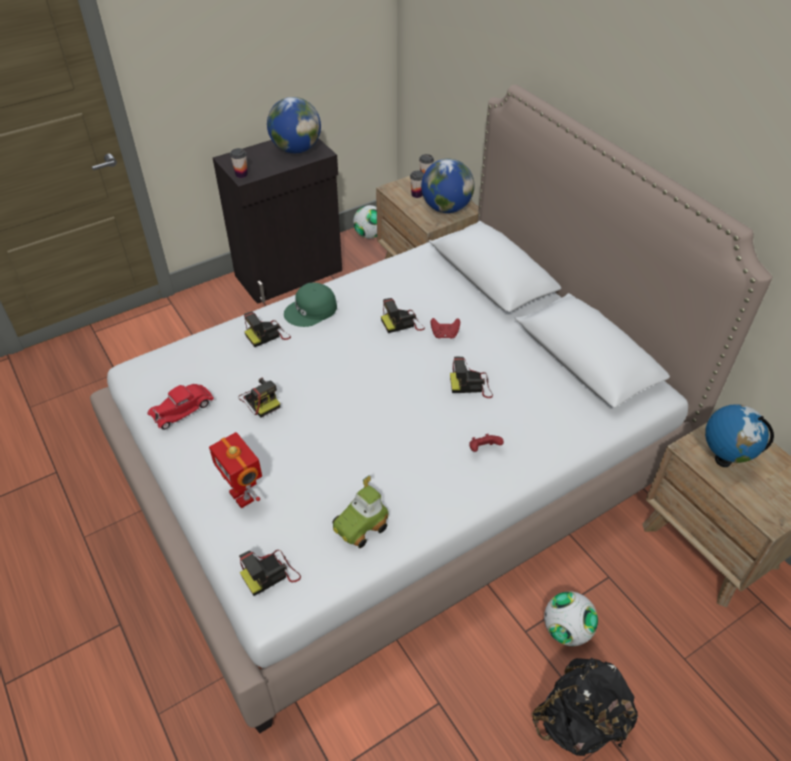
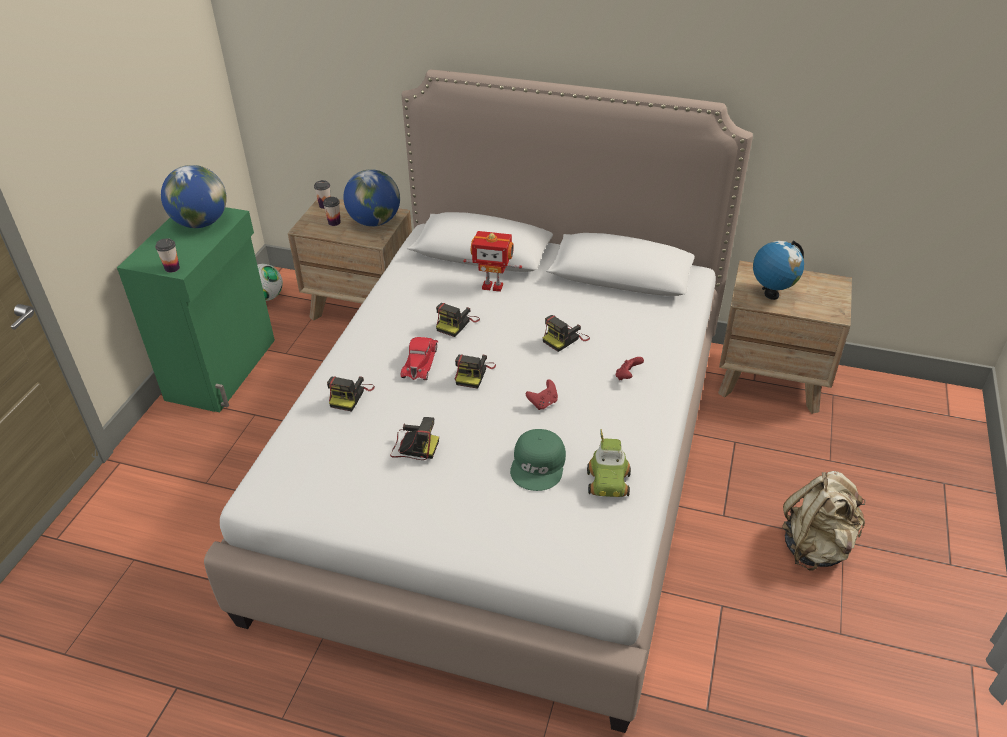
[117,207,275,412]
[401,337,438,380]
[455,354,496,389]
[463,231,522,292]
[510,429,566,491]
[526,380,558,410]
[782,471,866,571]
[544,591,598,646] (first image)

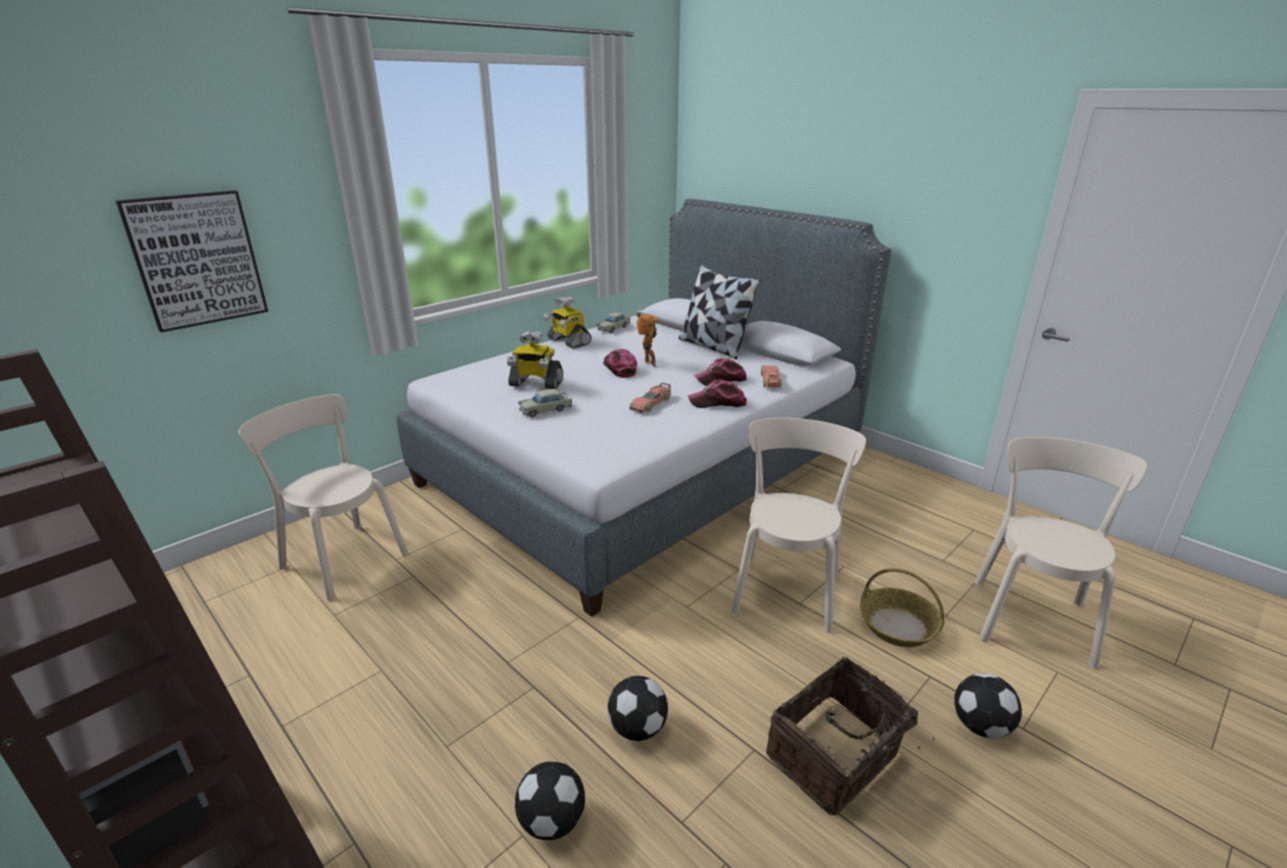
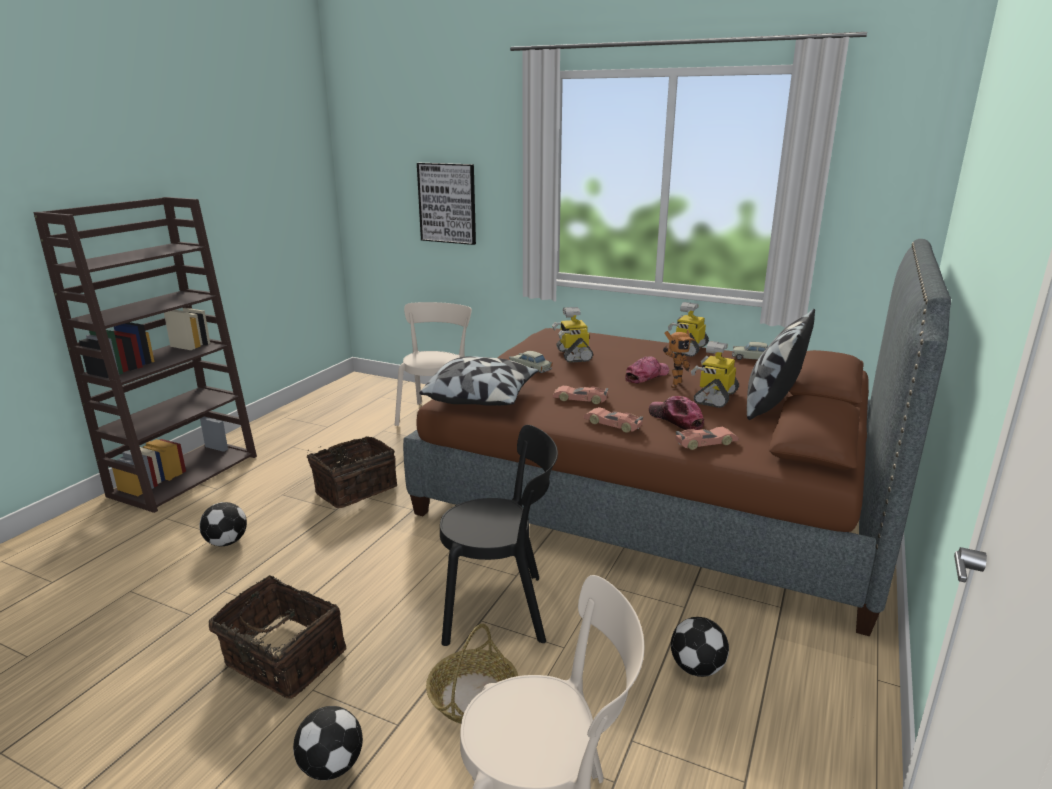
[307,436,397,508]
[403,239,951,636]
[419,356,539,406]
[440,425,558,646]
[584,407,643,433]
[671,617,729,677]
[691,341,739,408]

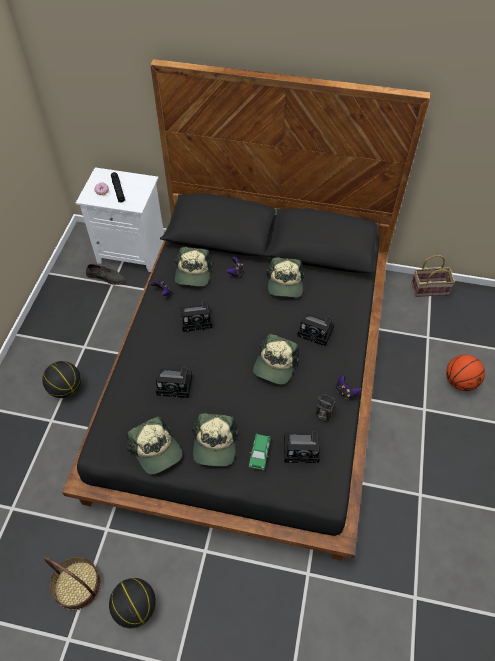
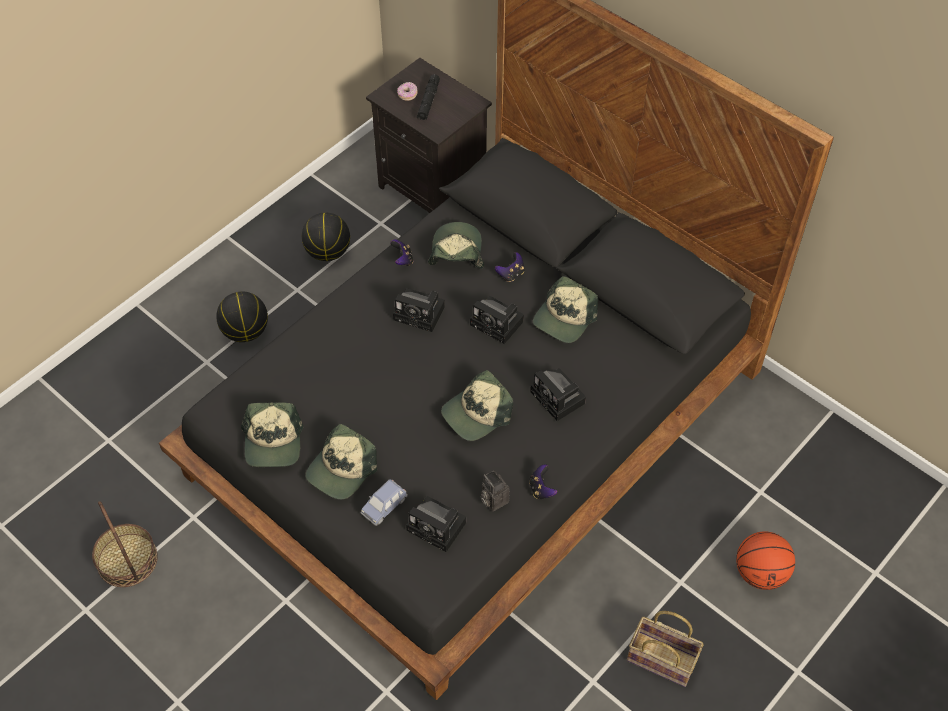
[302,213,350,261]
[361,479,408,526]
[366,58,492,213]
[428,222,484,269]
[470,296,524,344]
[627,611,704,687]
[86,264,126,285] (first image)

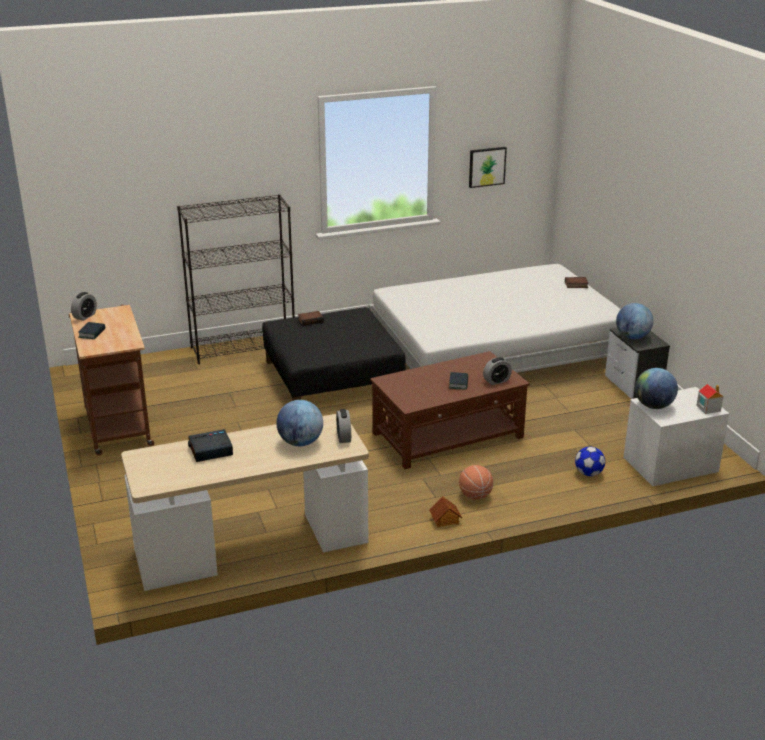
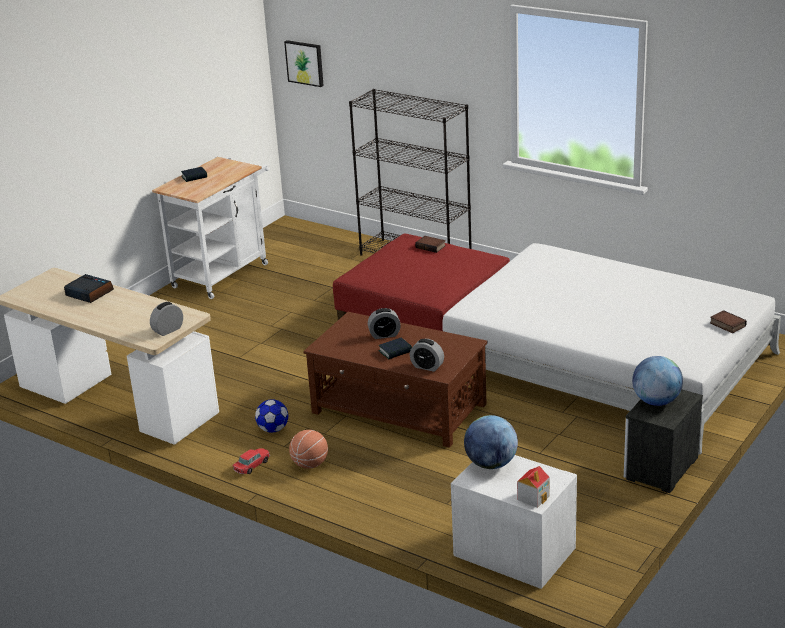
[152,157,269,299]
[232,448,270,474]
[255,399,288,432]
[284,40,324,87]
[333,233,510,331]
[368,308,401,339]
[276,400,323,446] (first image)

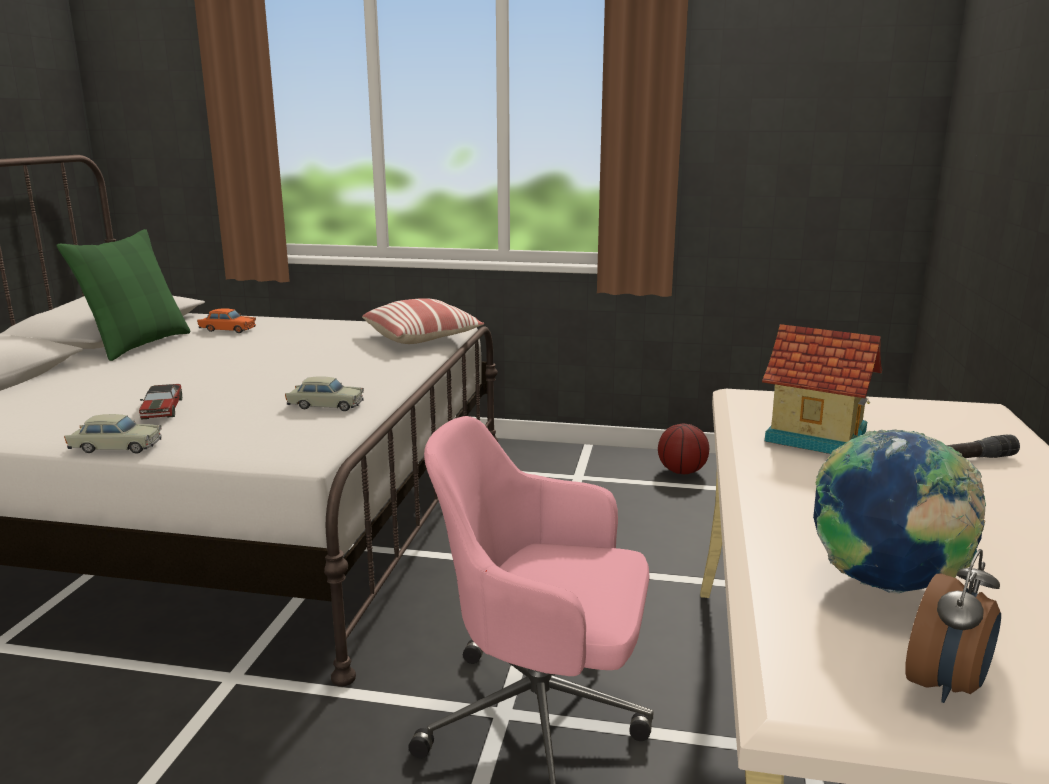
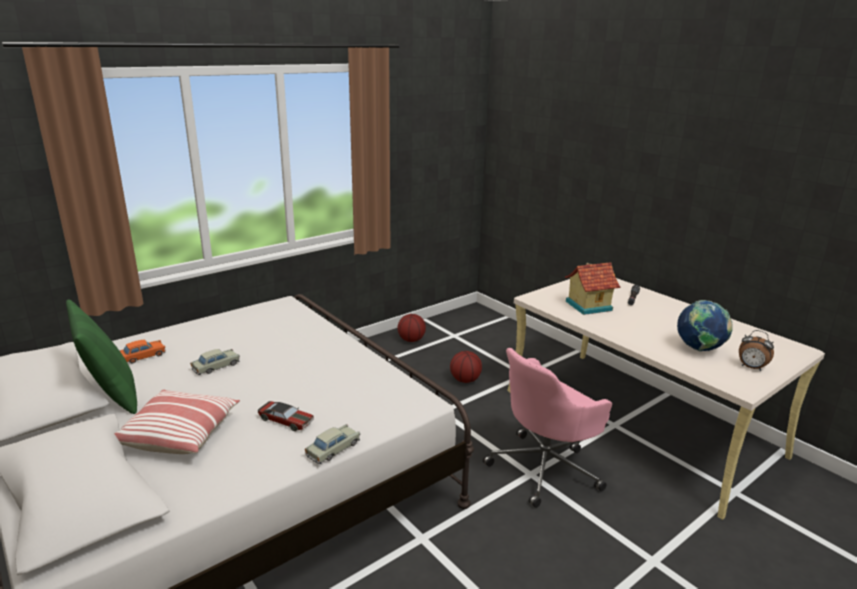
[114,390,240,454]
[190,349,240,375]
[450,351,482,383]
[739,330,774,371]

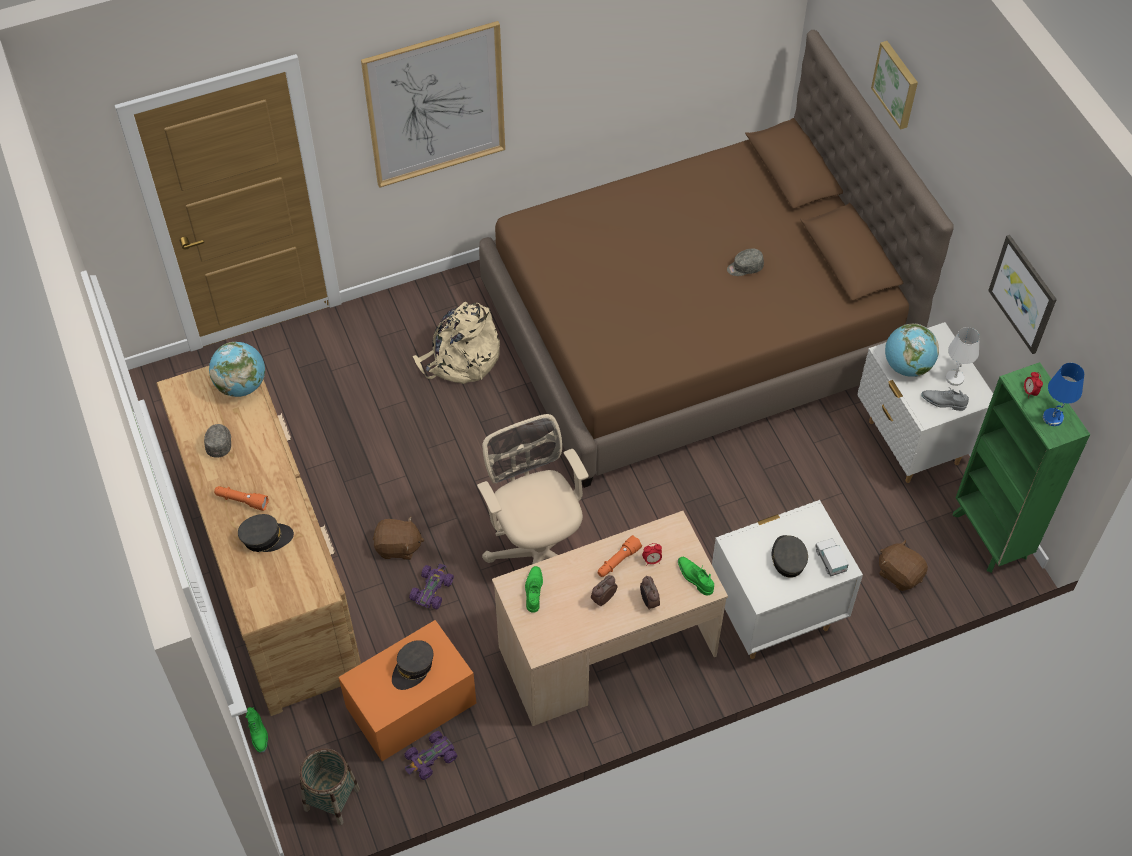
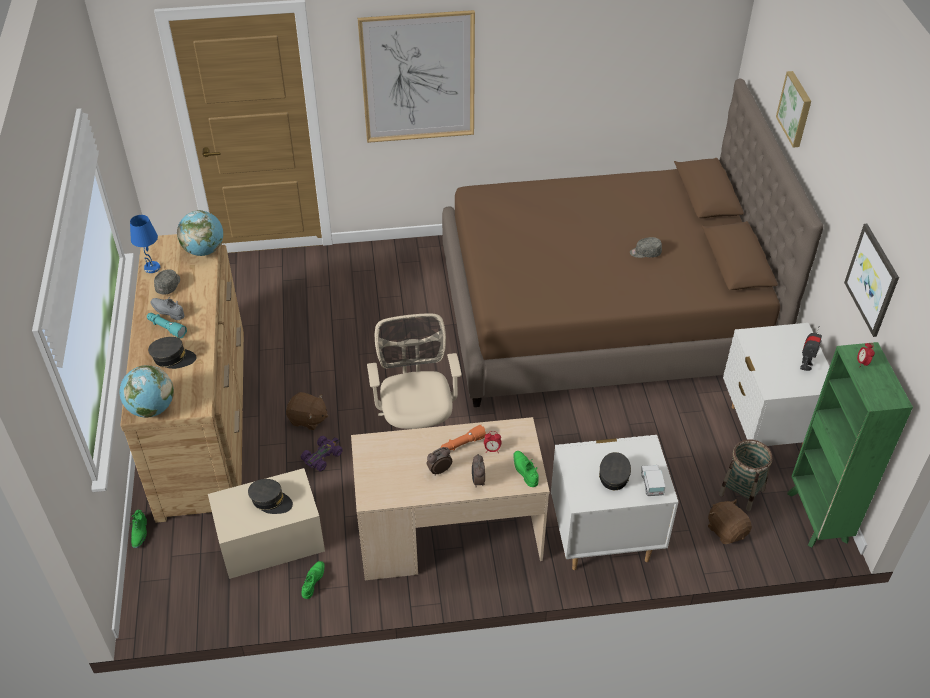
[120,365,174,418]
[130,215,160,273]
[147,313,187,338]
[150,297,185,320]
[208,468,325,579]
[248,479,293,514]
[302,561,325,599]
[719,440,773,511]
[800,326,822,371]
[405,731,457,780] (first image)
[413,302,500,384] (first image)

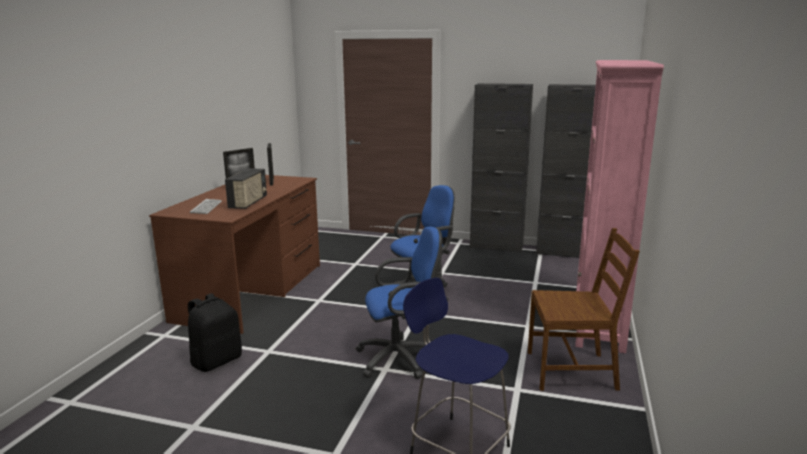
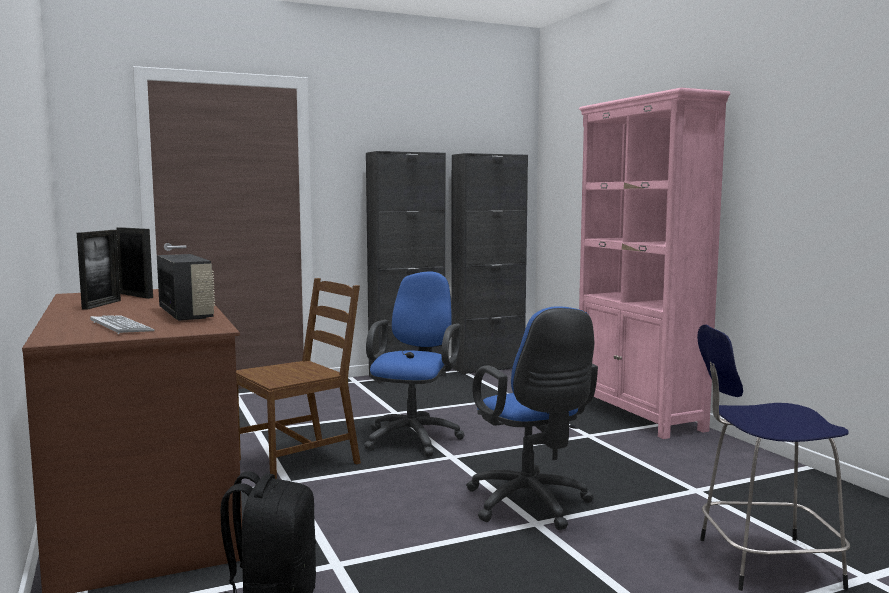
[236,278,361,479]
[466,306,598,530]

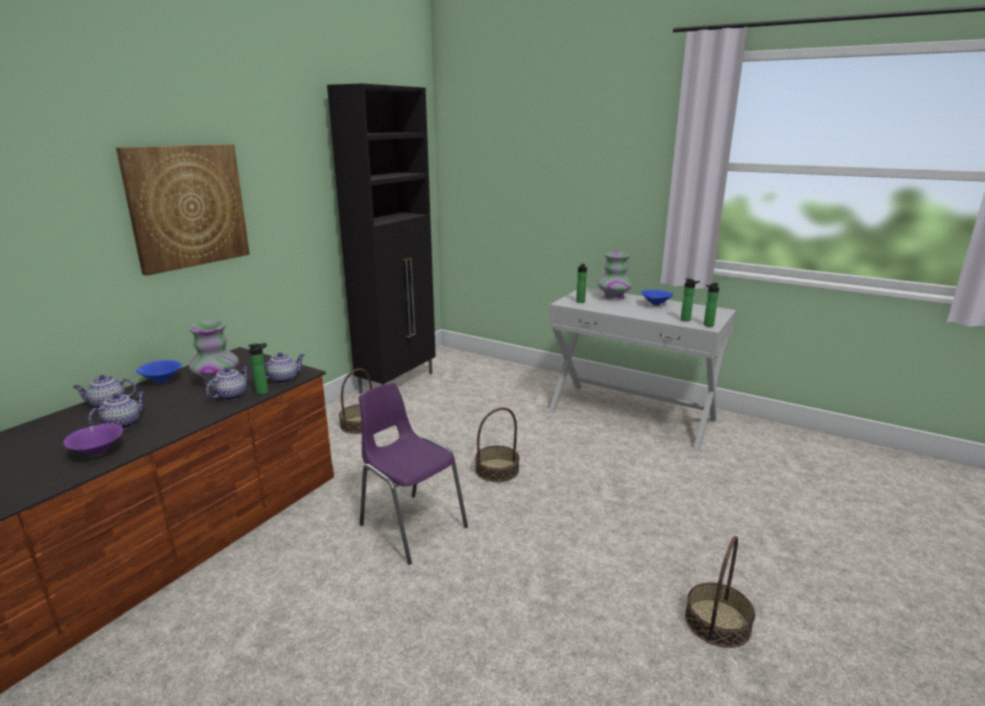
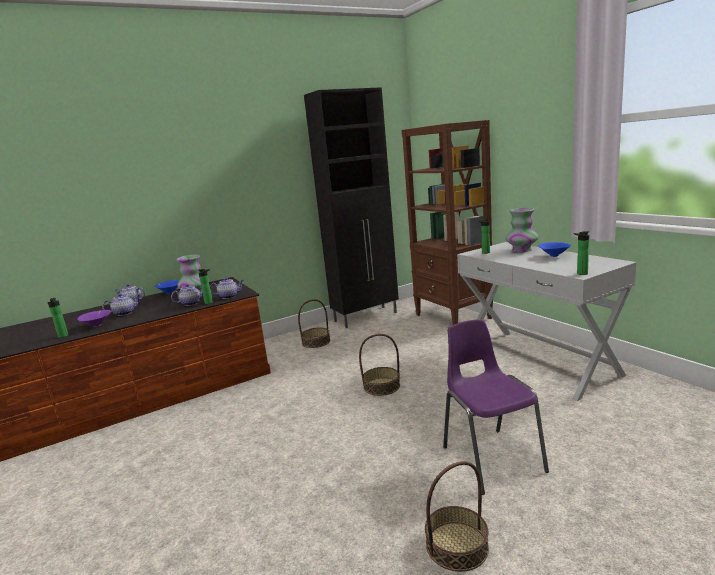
[47,298,68,338]
[402,120,493,325]
[443,319,549,495]
[116,144,250,276] (first image)

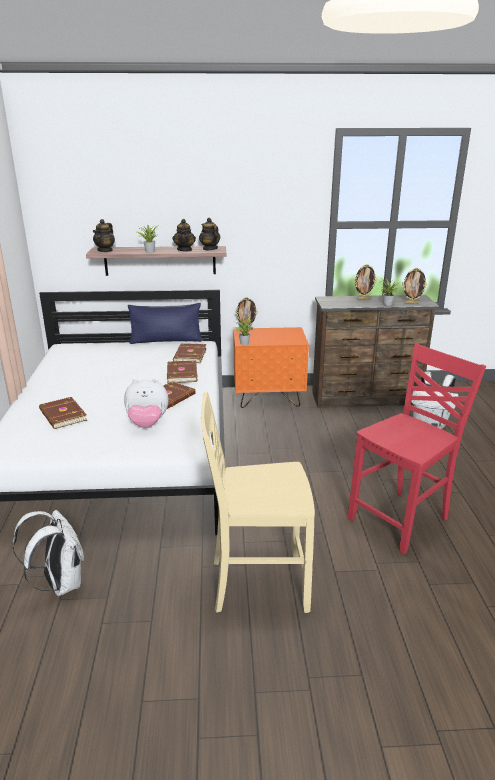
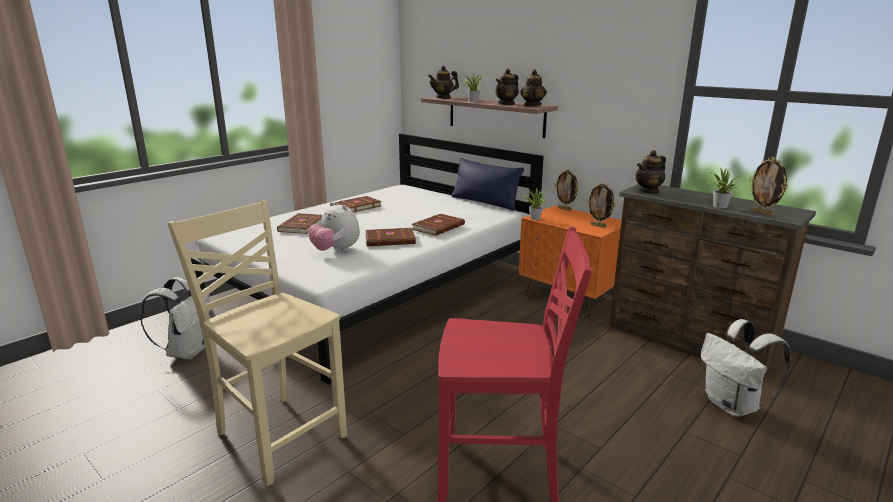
[334,196,382,212]
[587,182,616,228]
[635,150,666,194]

